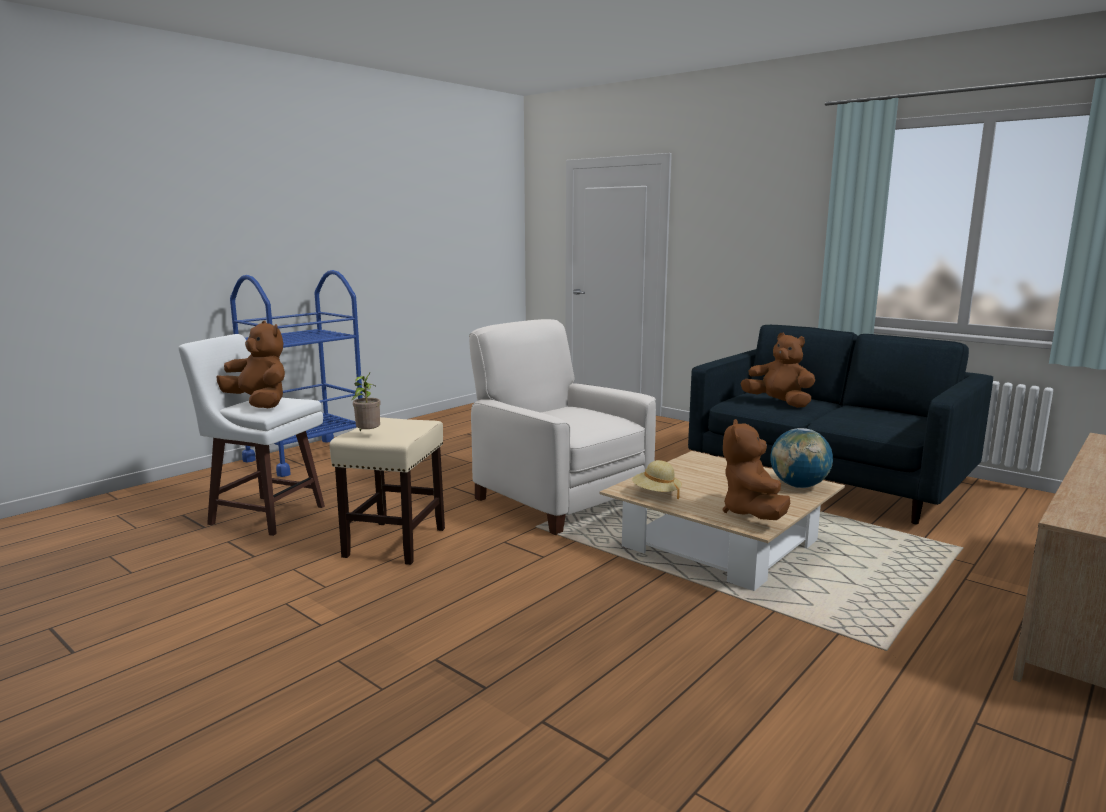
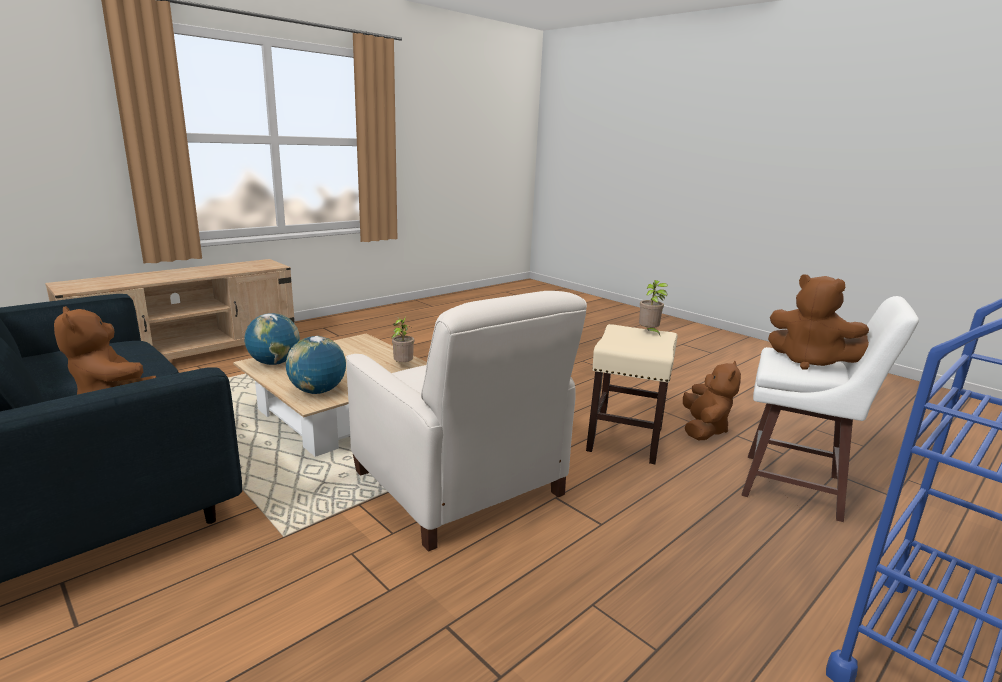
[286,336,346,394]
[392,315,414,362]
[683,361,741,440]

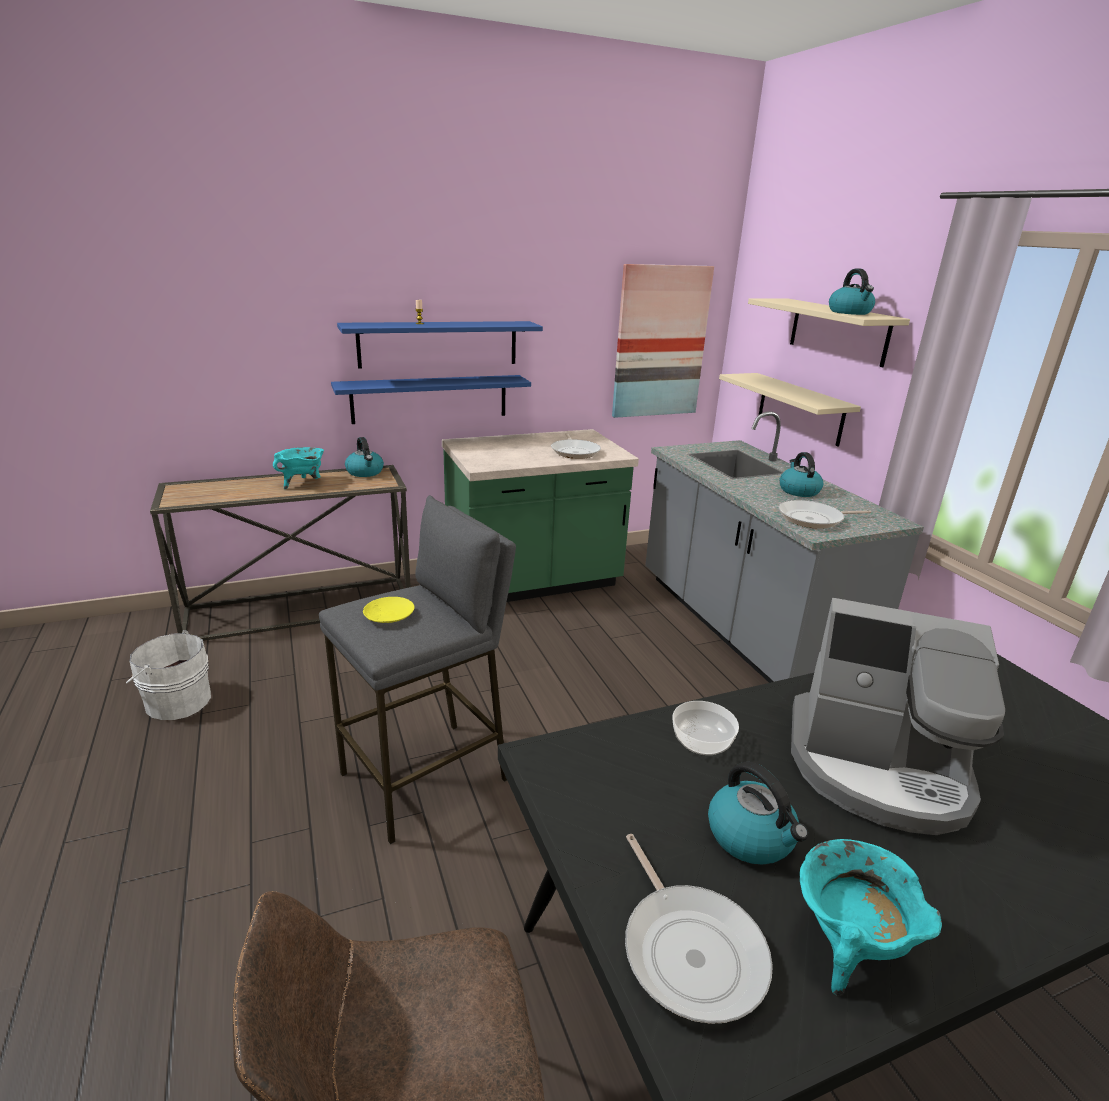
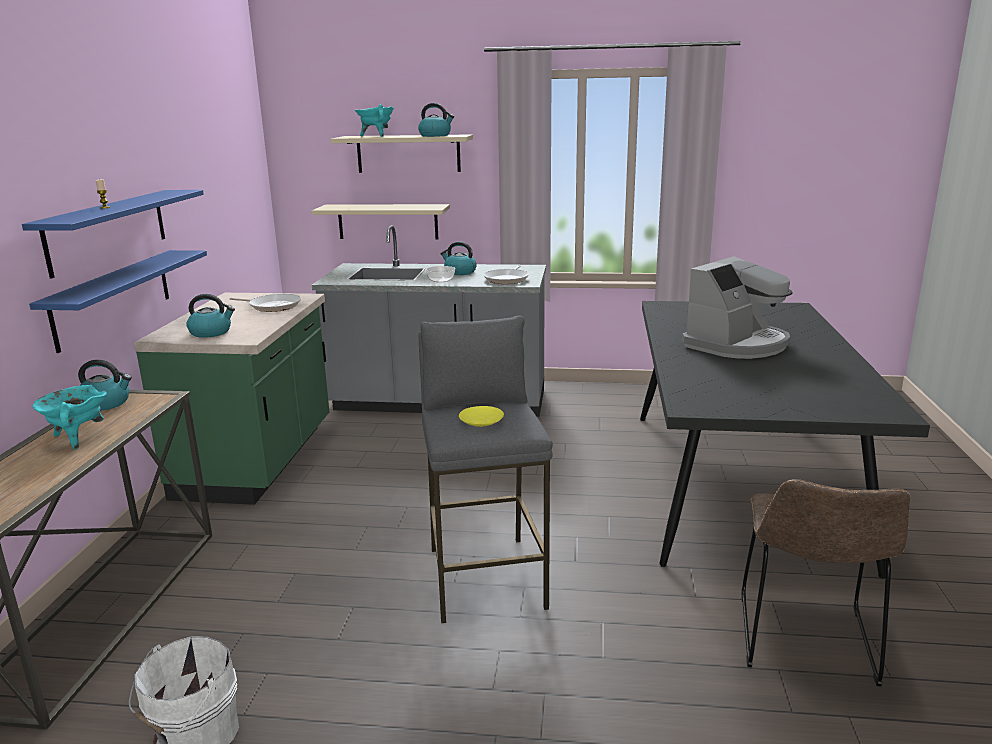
[186,294,235,338]
[355,104,394,137]
[426,266,455,282]
[612,264,714,418] (first image)
[625,834,773,1024] (first image)

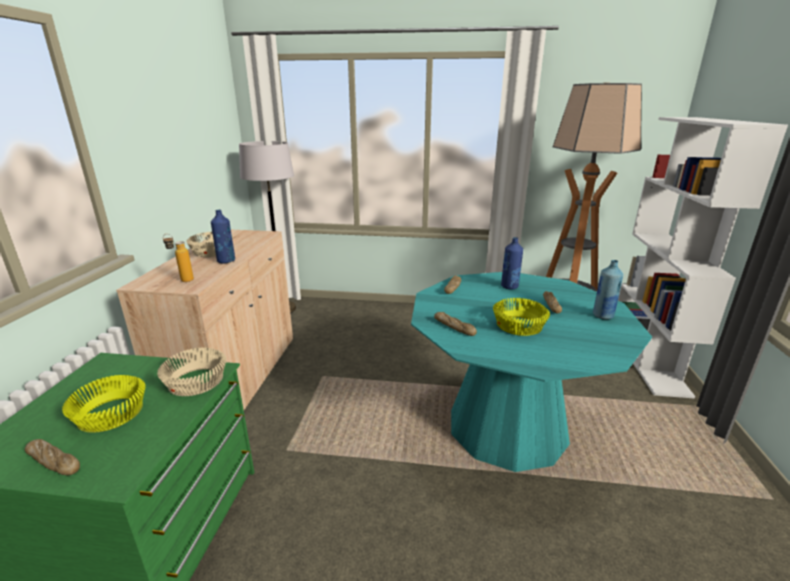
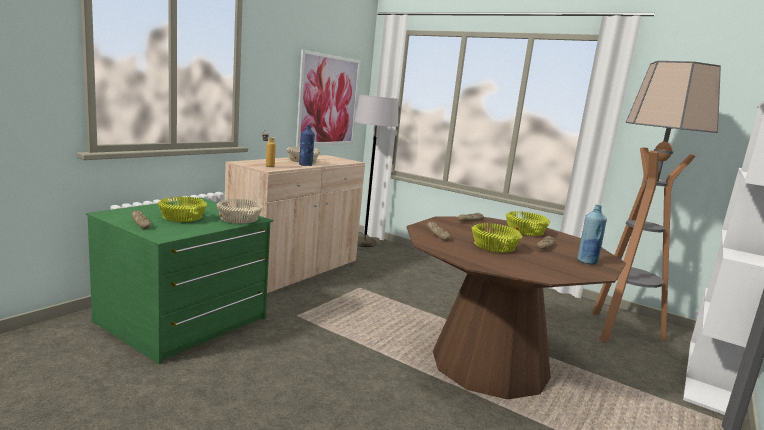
[296,50,361,146]
[407,217,626,399]
[506,211,550,236]

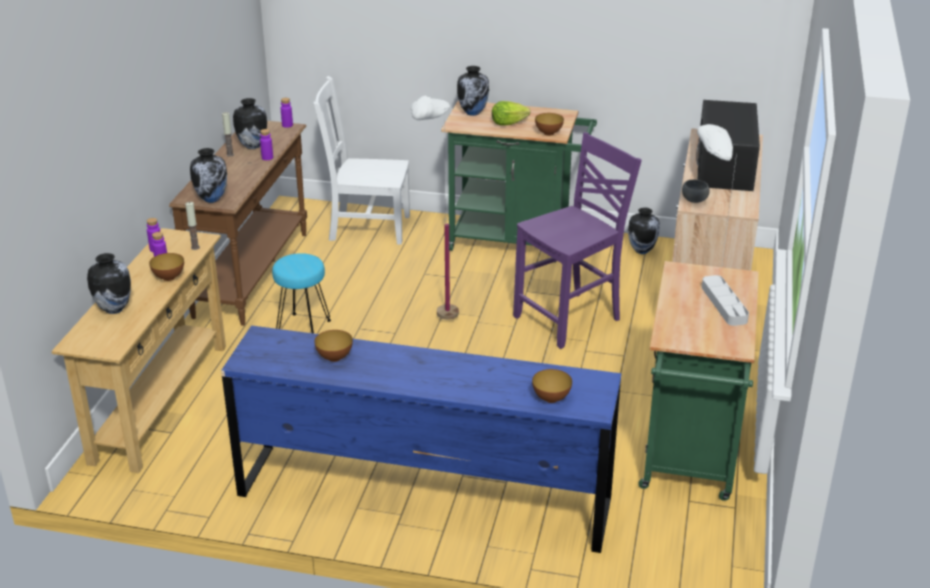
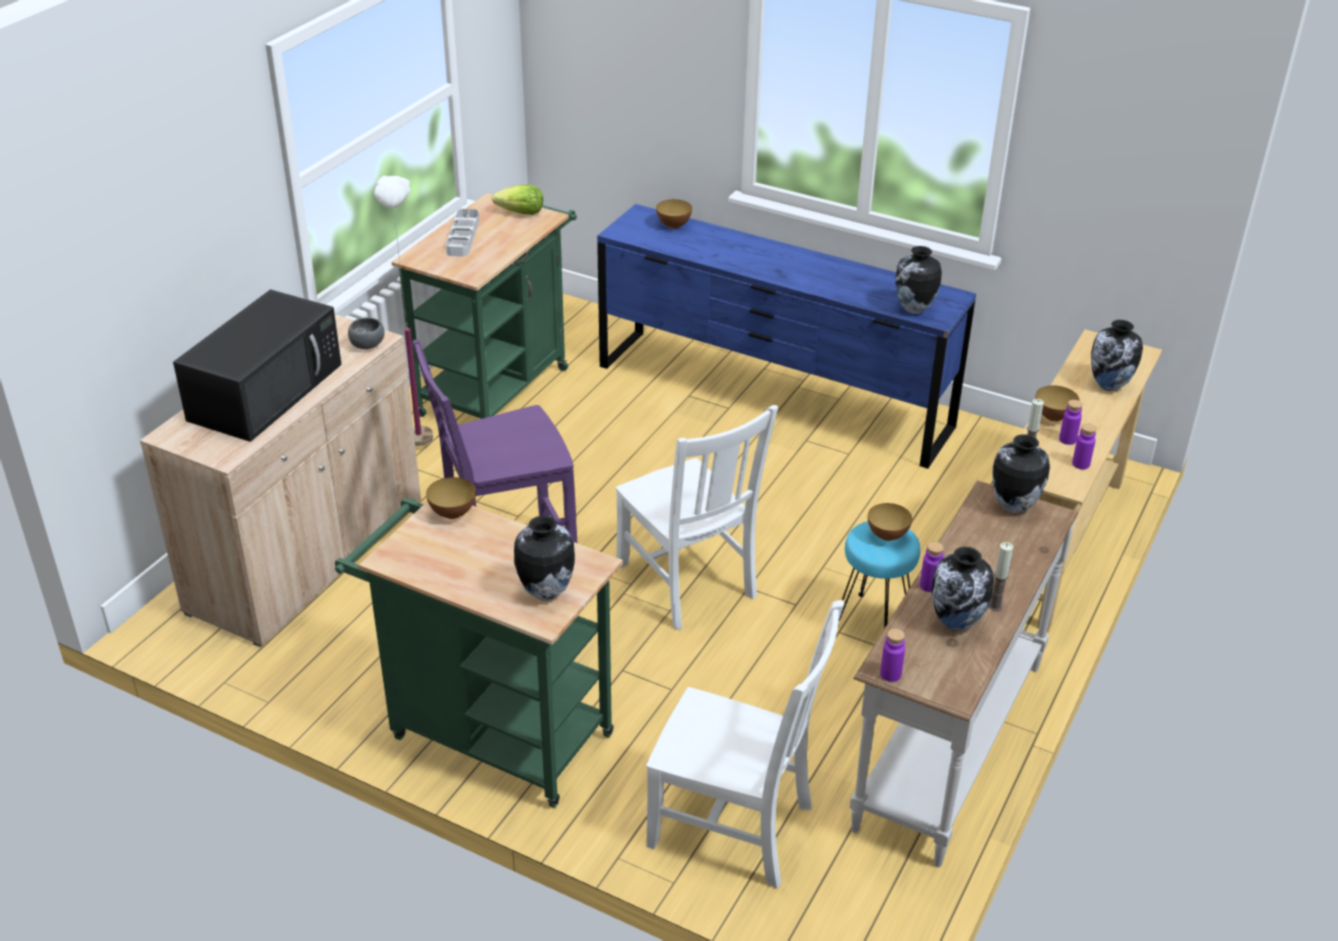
[492,185,543,215]
[616,405,778,630]
[850,480,1078,867]
[868,503,912,541]
[895,246,942,314]

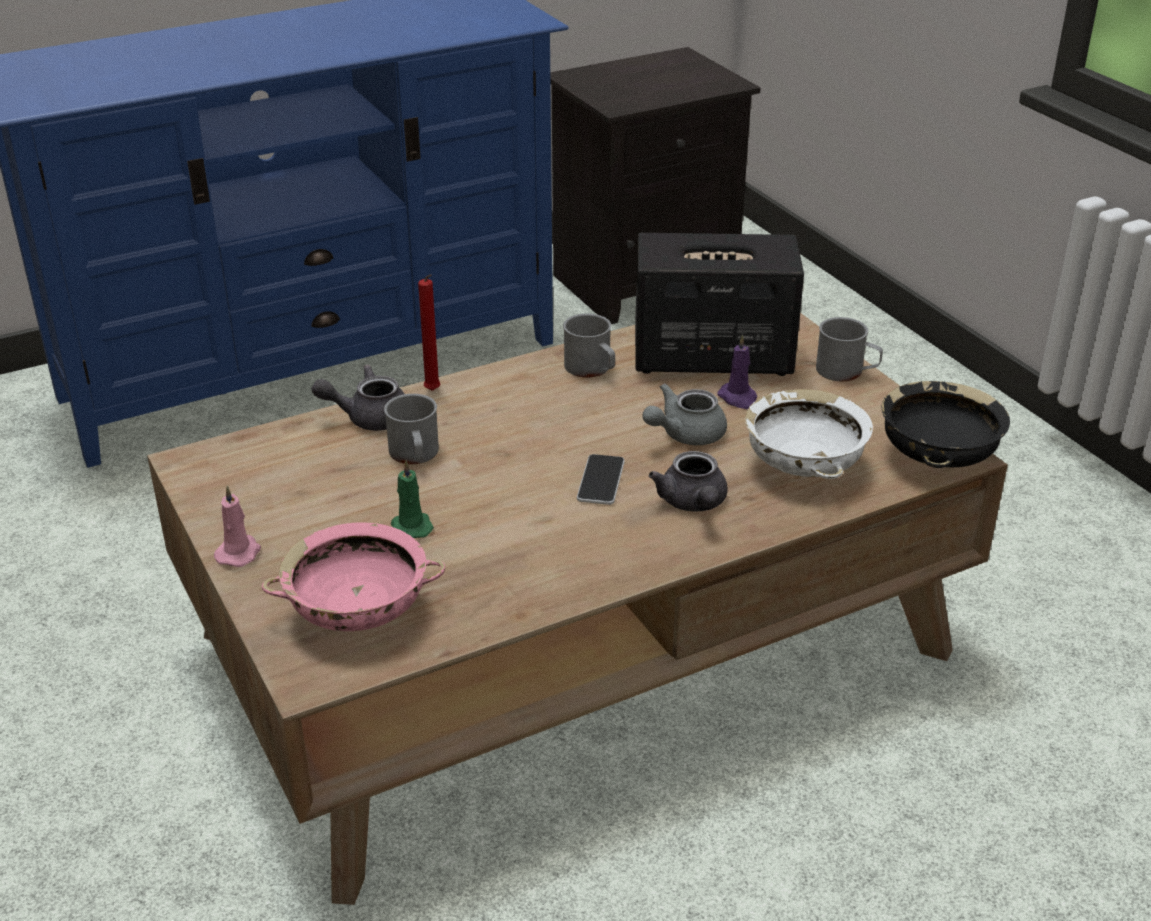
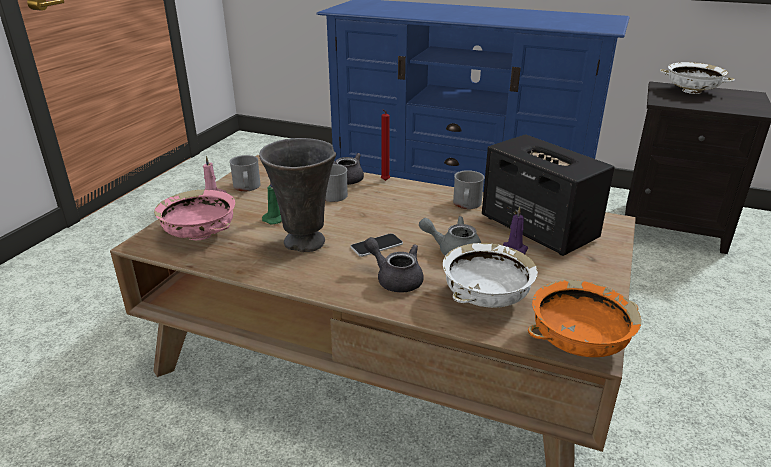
[229,155,261,192]
[259,138,336,252]
[364,237,424,292]
[528,280,641,357]
[660,62,735,94]

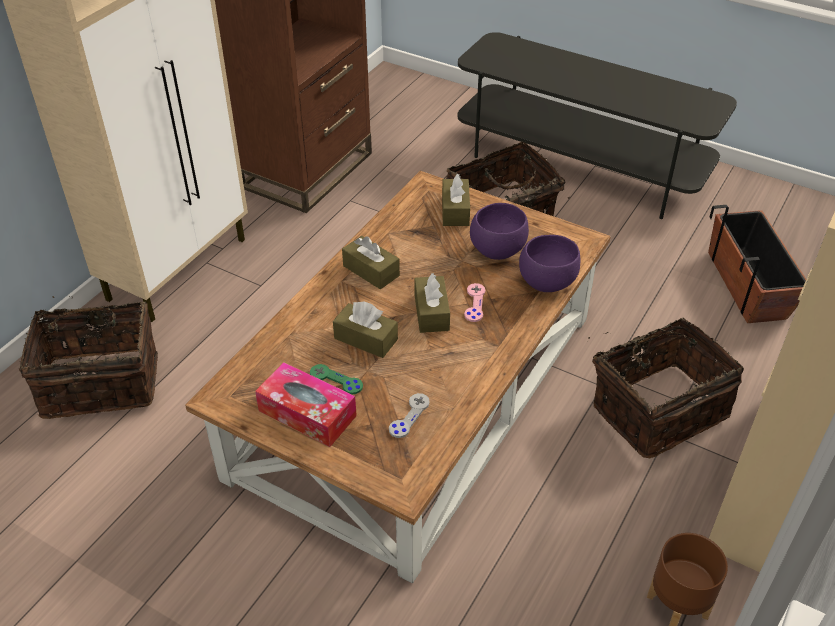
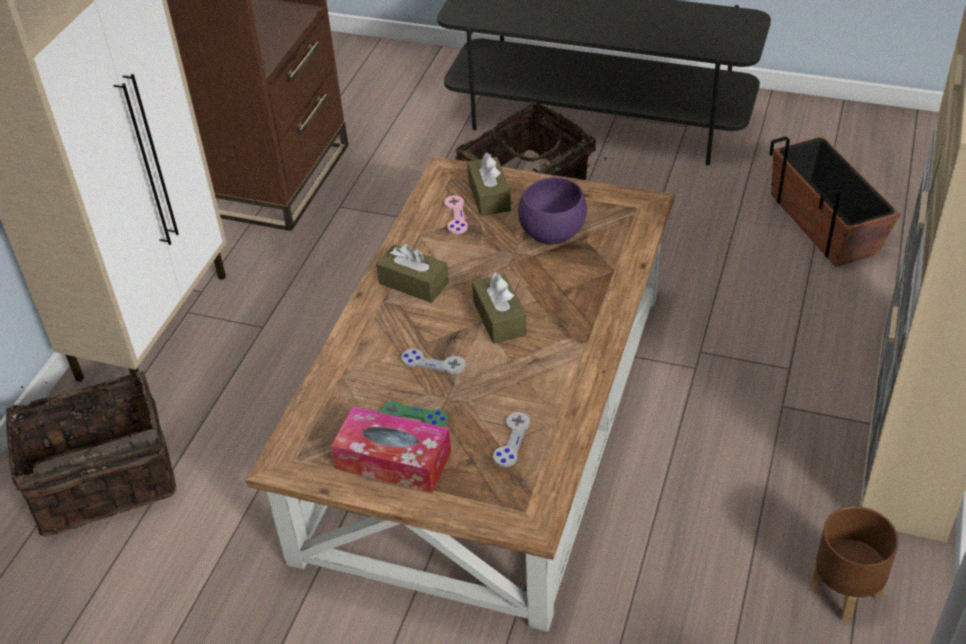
[401,349,466,374]
[444,195,468,234]
[519,235,580,292] (first image)
[588,318,744,458] (first image)

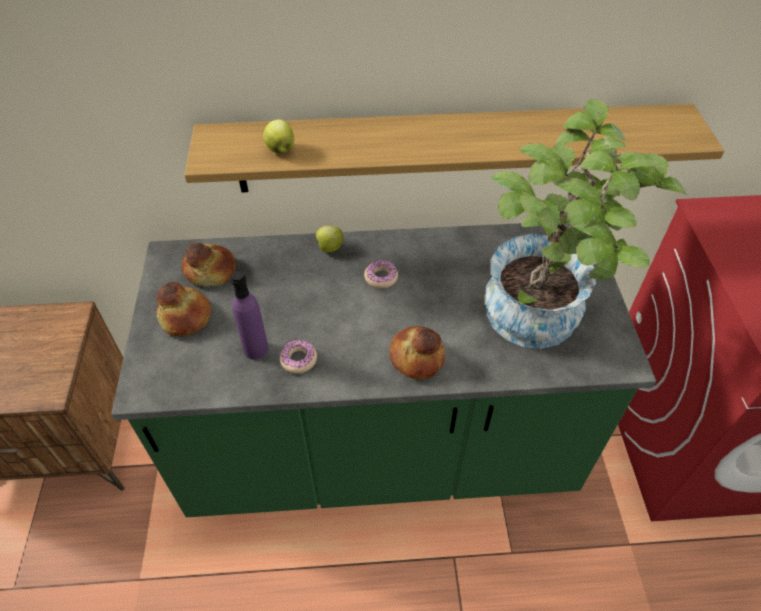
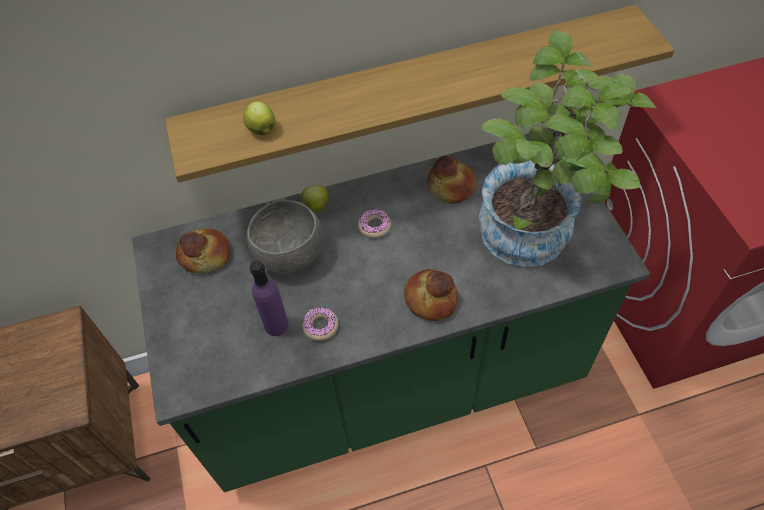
[247,200,323,274]
[427,156,476,204]

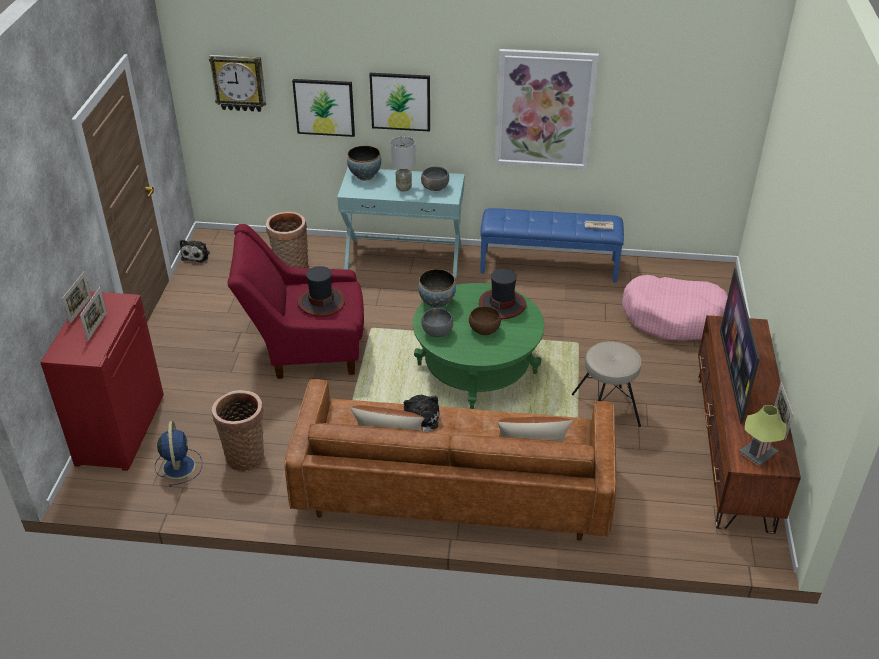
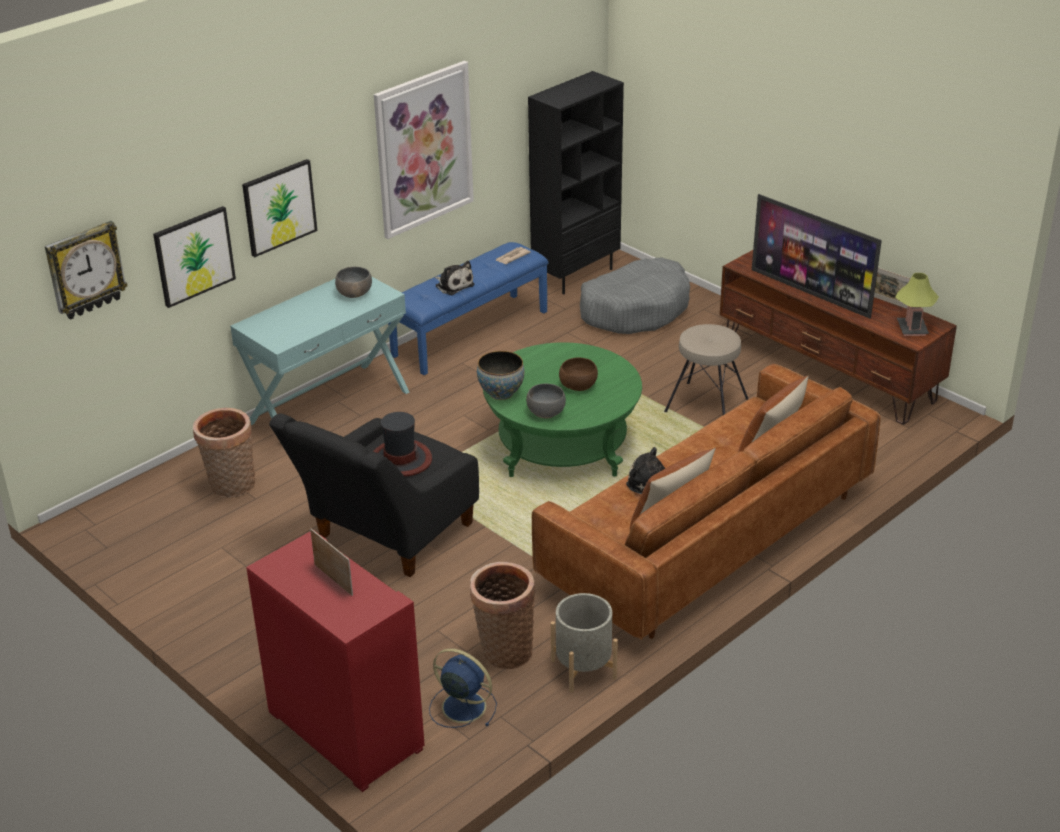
[269,413,479,577]
[435,261,475,295]
[528,71,624,294]
[551,593,618,692]
[580,258,690,334]
[62,271,91,324] (first image)
[347,146,381,181] (first image)
[390,136,416,192] (first image)
[479,269,526,319] (first image)

